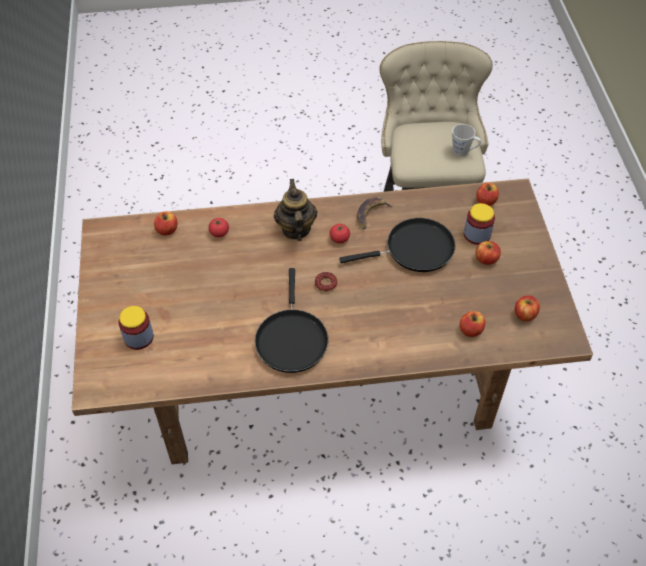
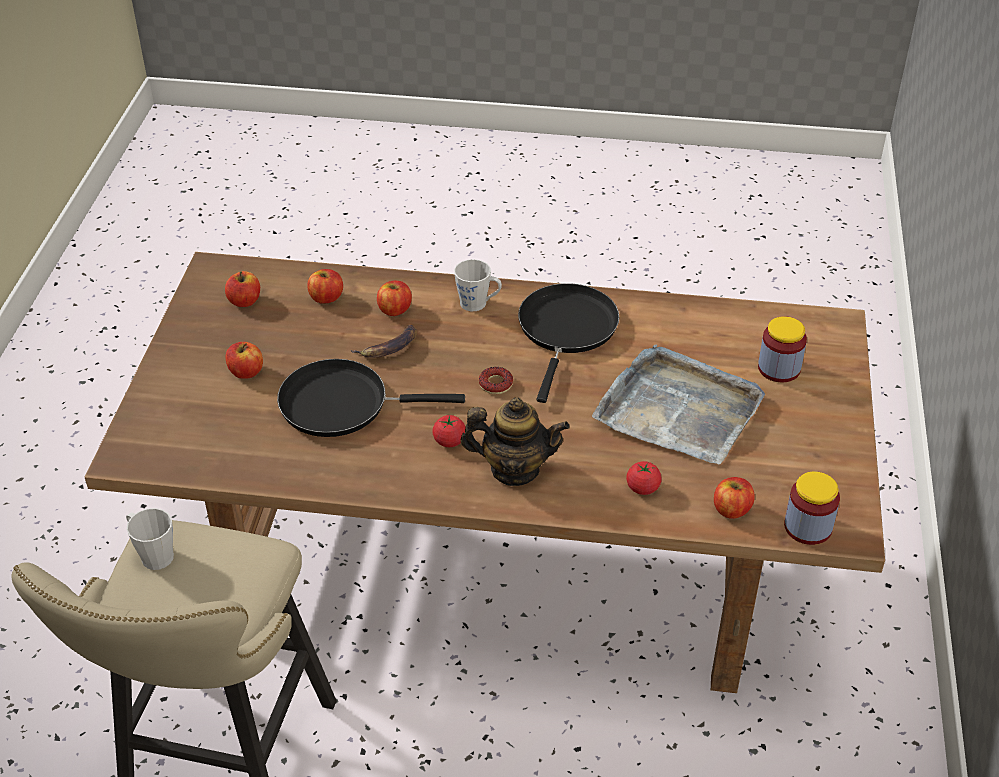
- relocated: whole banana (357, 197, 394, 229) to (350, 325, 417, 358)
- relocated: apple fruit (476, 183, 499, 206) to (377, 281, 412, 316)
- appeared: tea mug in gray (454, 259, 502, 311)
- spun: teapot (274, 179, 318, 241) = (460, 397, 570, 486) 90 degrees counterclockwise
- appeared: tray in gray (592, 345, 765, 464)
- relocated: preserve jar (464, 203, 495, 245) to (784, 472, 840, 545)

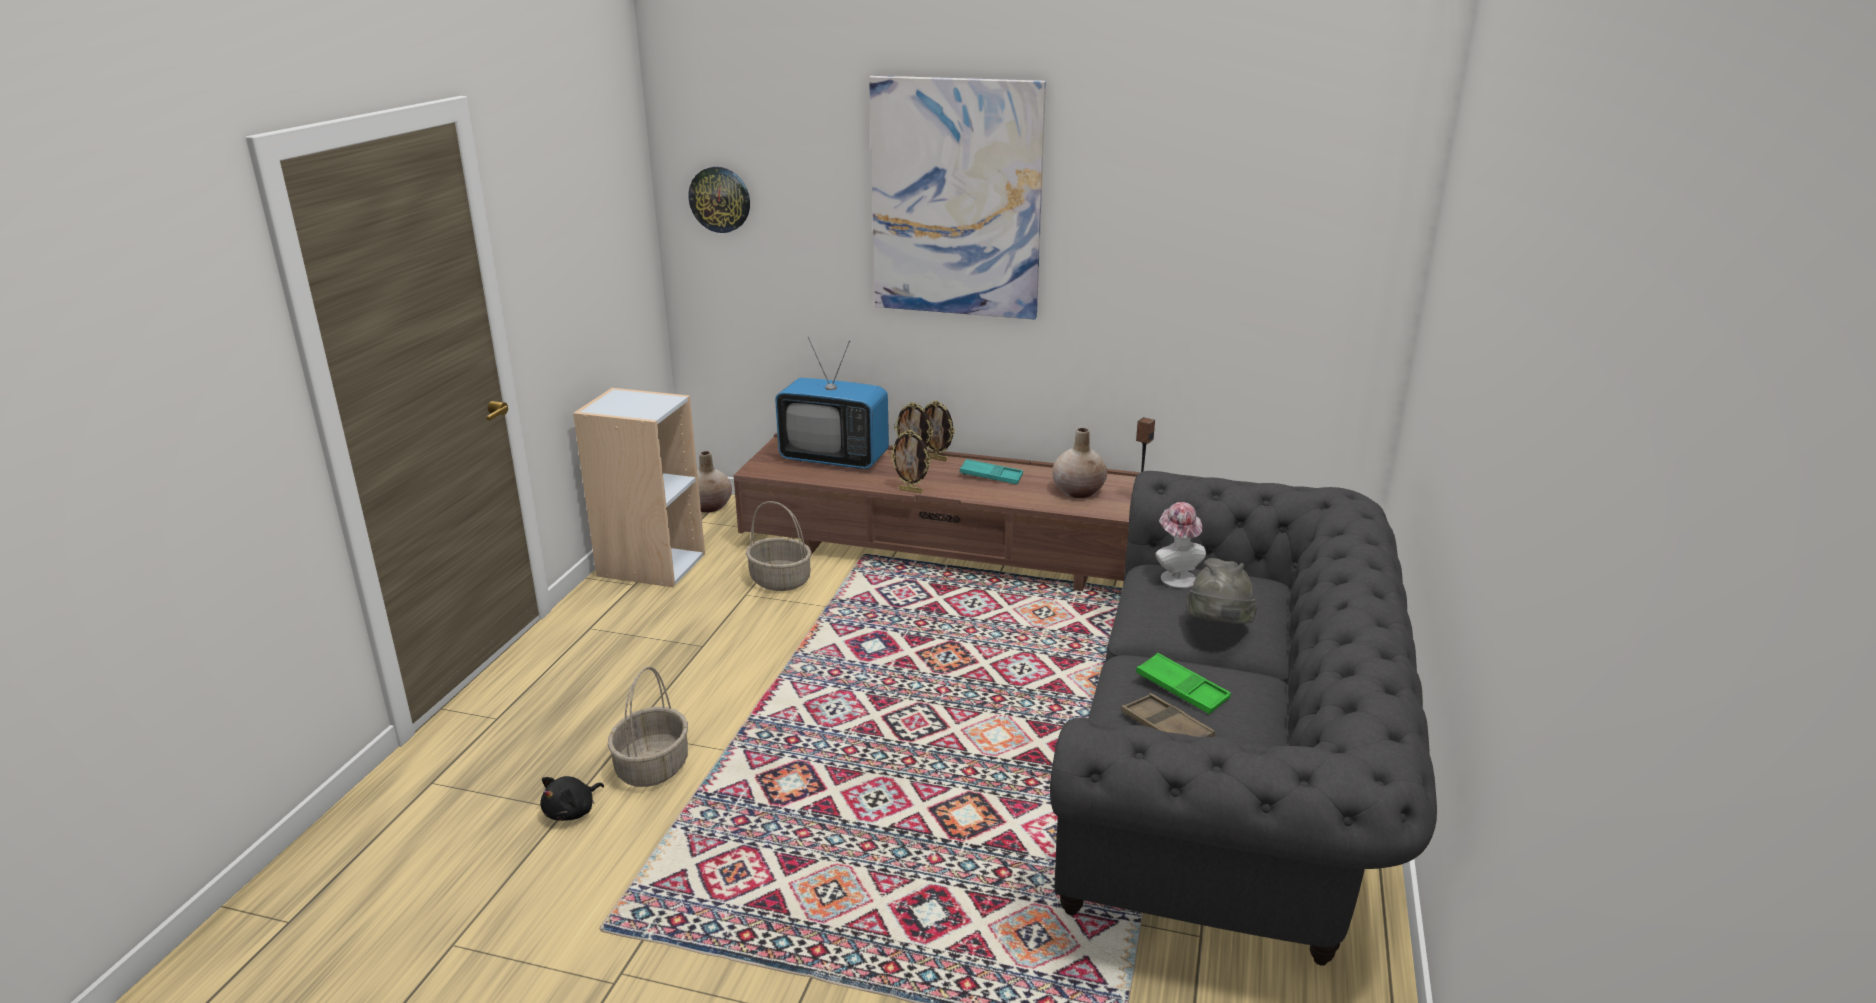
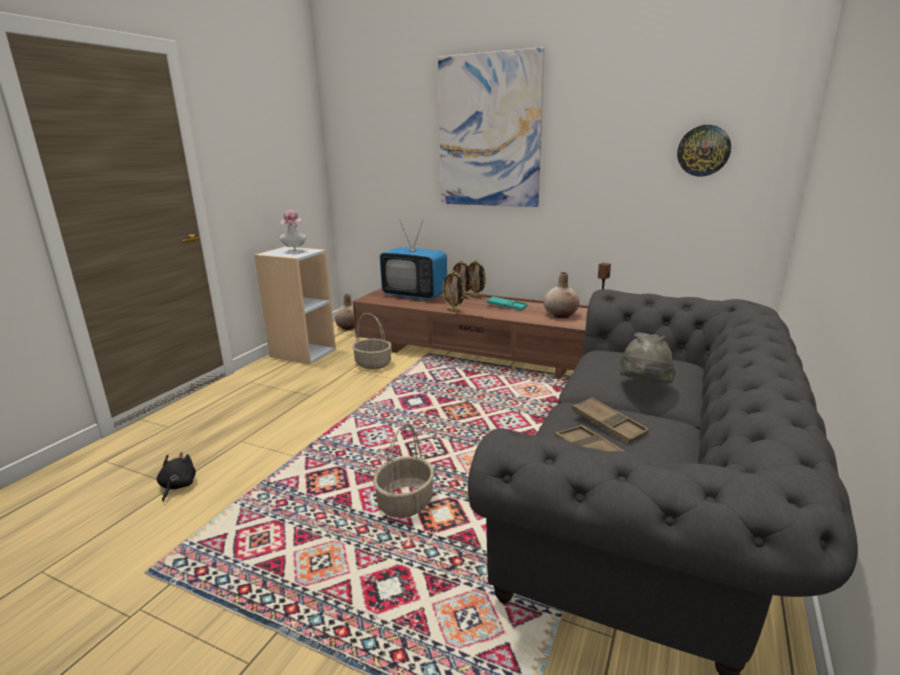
- spun: soft toy in black-coloured (540, 776, 604, 821) = (157, 452, 196, 502) 135 degrees clockwise
- relocated: clothing hat (1155, 502, 1206, 588) to (280, 210, 307, 254)
- relocated: storage basket (608, 666, 688, 787) to (373, 423, 434, 518)
- colour: tray in greenish (1136, 653, 1231, 714) to tray in brown (572, 397, 649, 444)
- relocated: hanging clock (689, 167, 750, 233) to (677, 125, 731, 176)

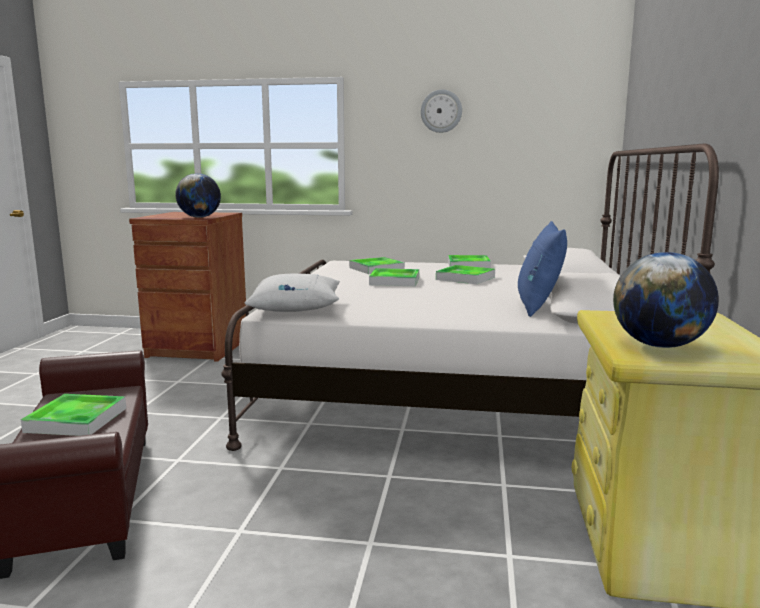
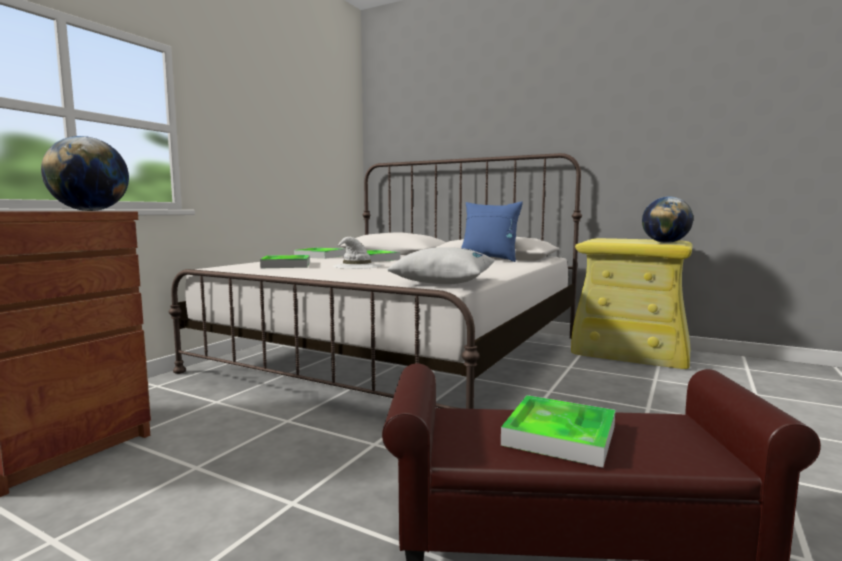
- exchanged: tray (369, 268, 419, 286) to clothing hat in white (333, 237, 381, 269)
- missing: hanging clock (421, 89, 462, 133)

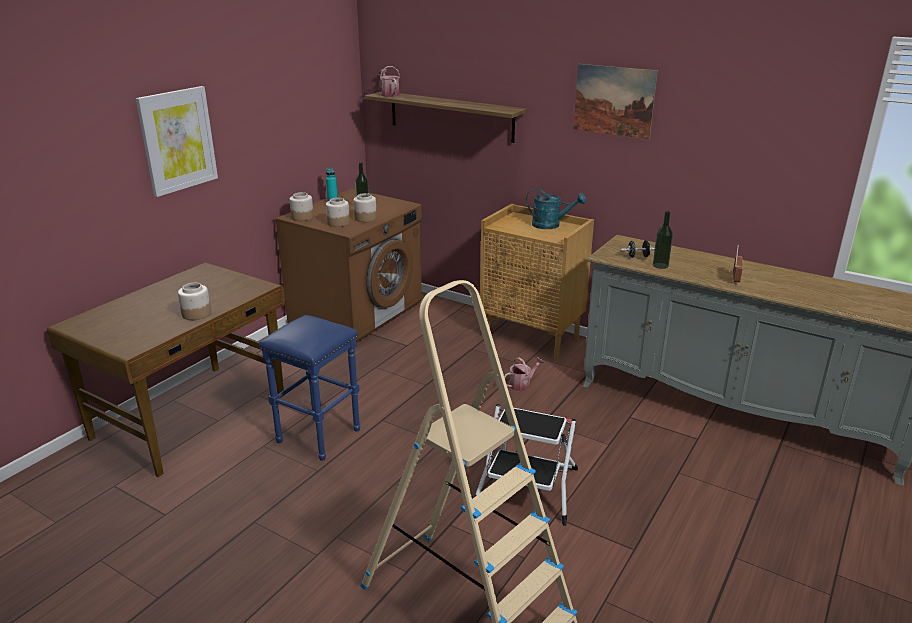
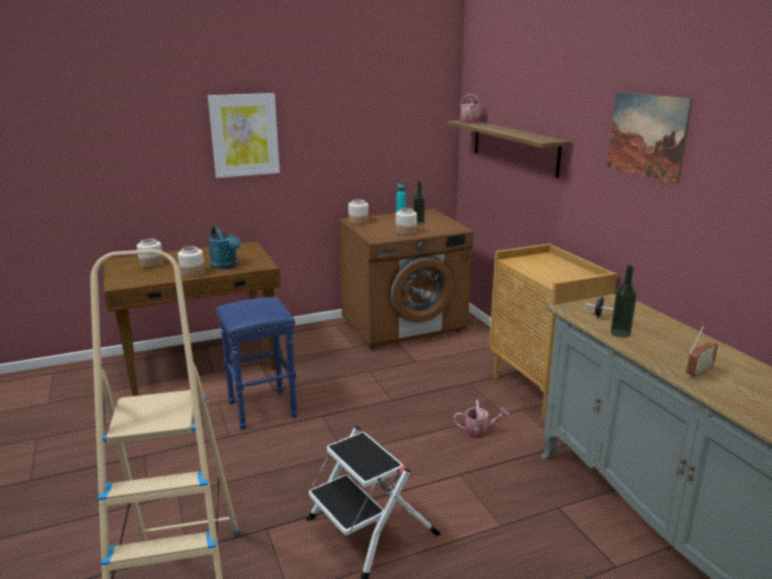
- relocated: preserve jar (326, 198, 350, 227) to (137, 239, 164, 268)
- relocated: watering can in turquoise (526, 188, 586, 229) to (208, 226, 241, 269)

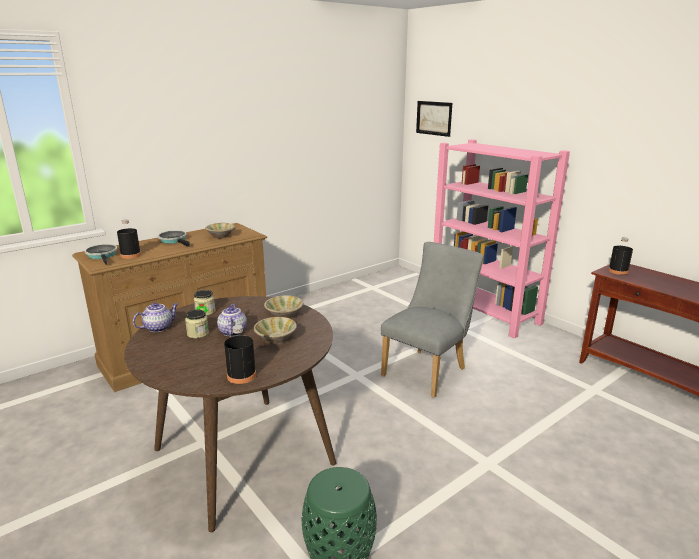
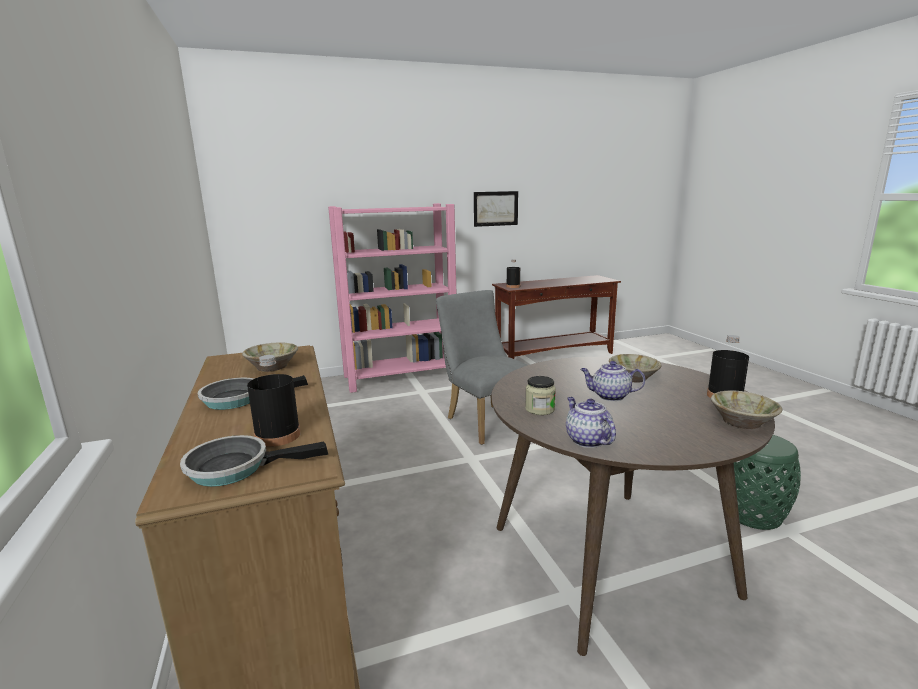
- relocated: wall art (416, 101, 452, 137) to (474, 191, 518, 227)
- relocated: serving bowl in sand-coloured (264, 295, 303, 319) to (711, 391, 782, 429)
- missing: preserve jar (185, 310, 209, 338)

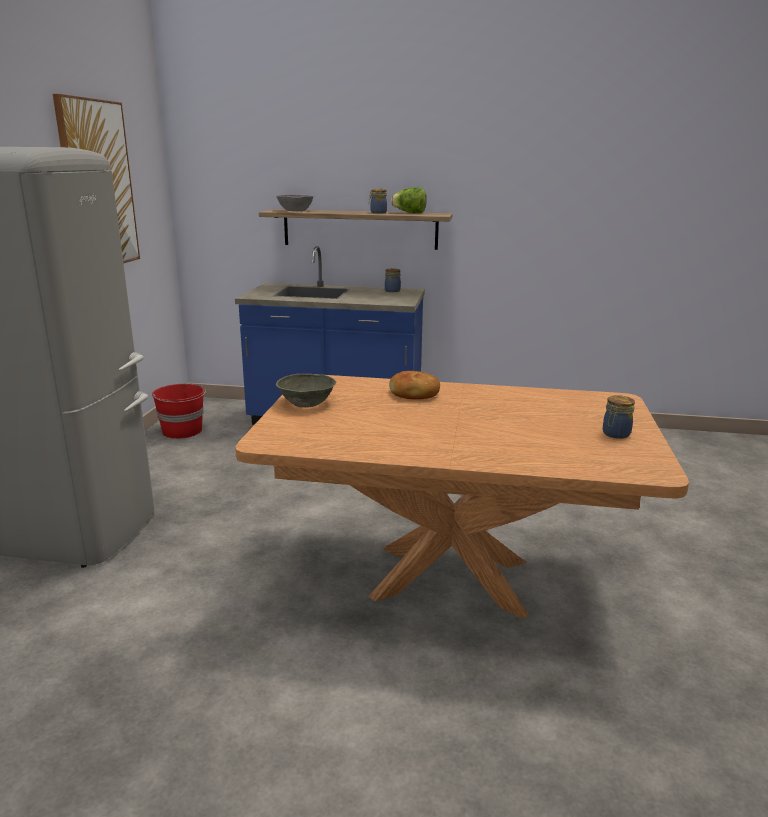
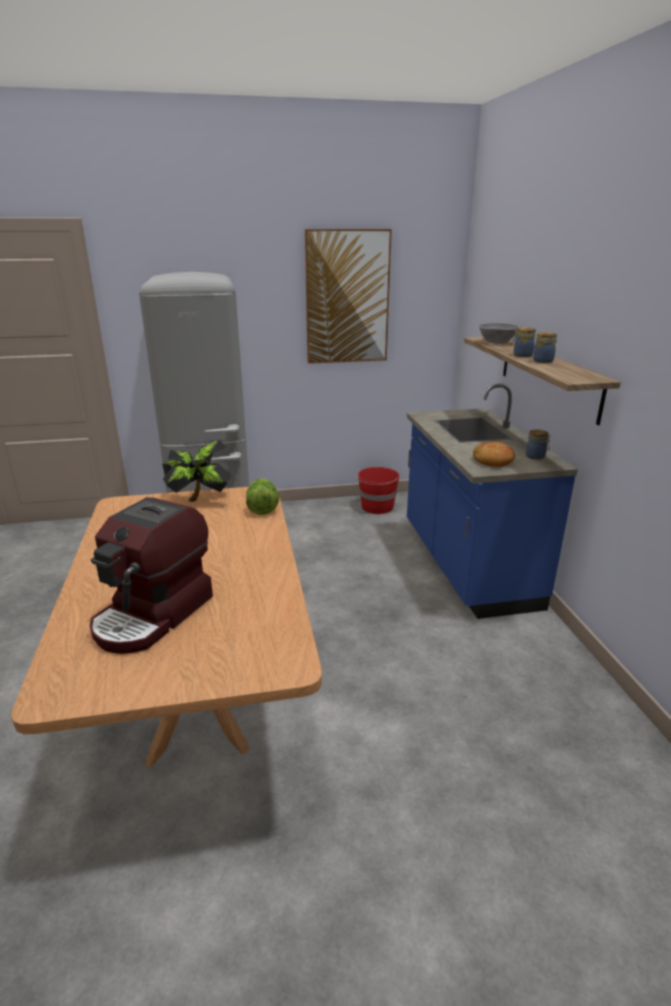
- appeared: coffee maker (90, 497, 213, 654)
- exchanged: serving bowl in gray (276, 374, 336, 408) to potted plant (162, 440, 231, 502)
- relocated: head of lettuce (391, 187, 427, 213) to (246, 479, 279, 515)
- relocated: bakery bread (389, 371, 440, 399) to (473, 442, 515, 467)
- relocated: preserve jar (603, 395, 635, 439) to (512, 327, 536, 357)

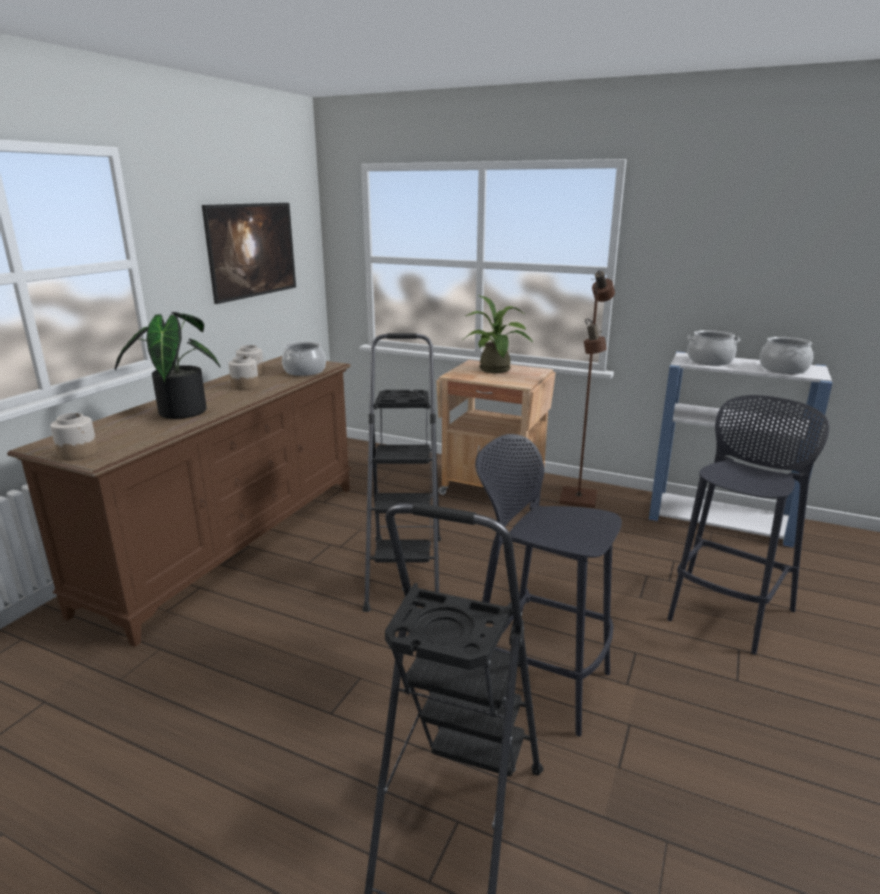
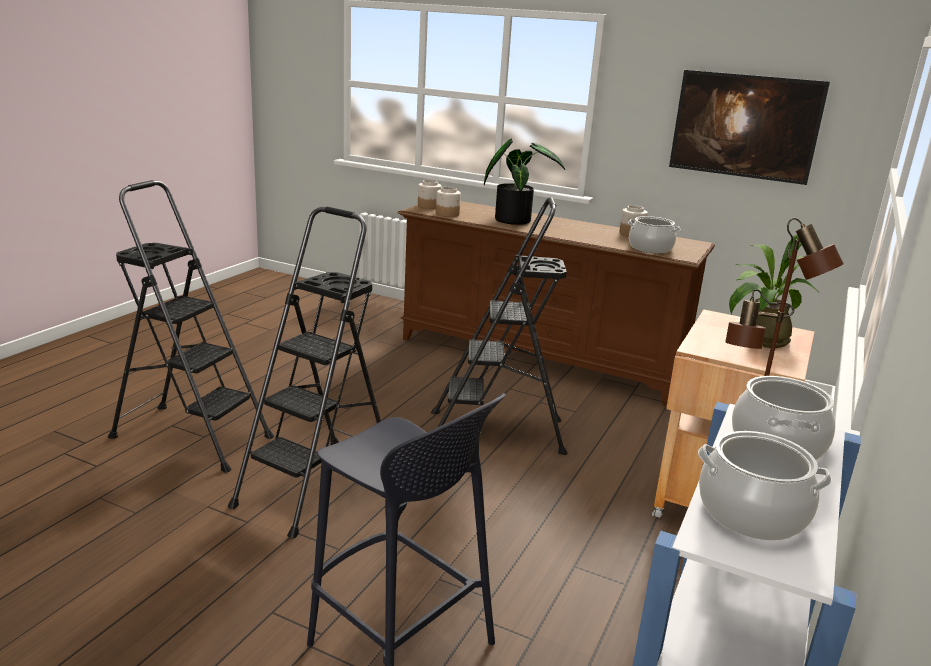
- exchanged: stool in gray (475, 434, 622, 736) to step stool (228, 206, 381, 538)
- relocated: preserve jar (228, 356, 259, 390) to (436, 187, 461, 217)

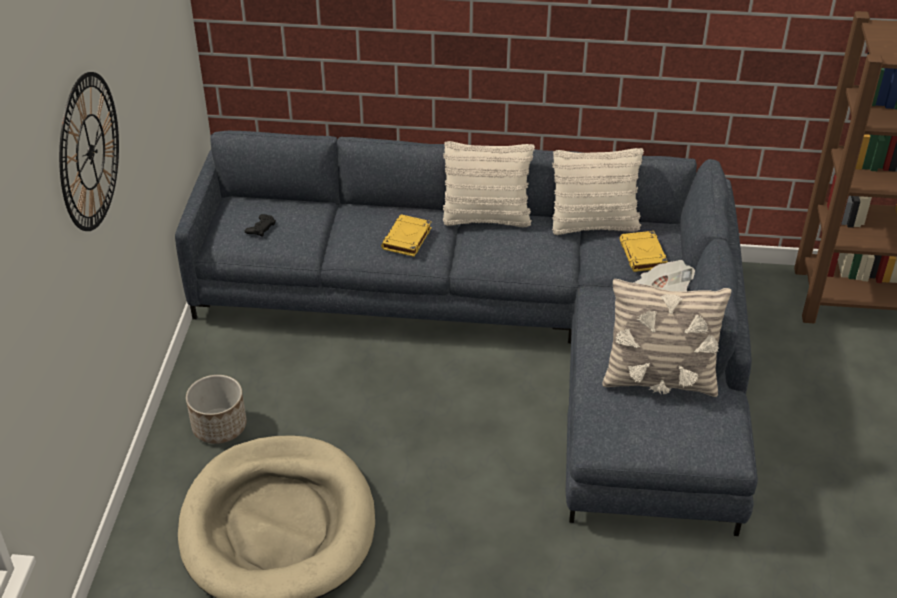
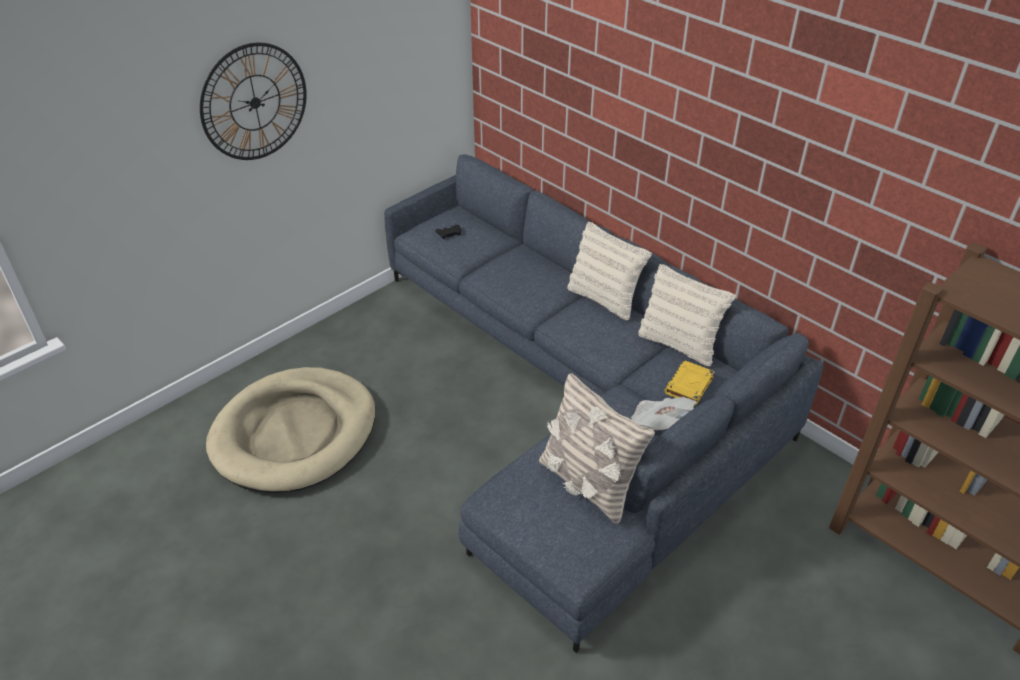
- missing: plant pot (186, 375, 247, 444)
- missing: bound book in yellow-coloured (381, 215, 432, 257)

